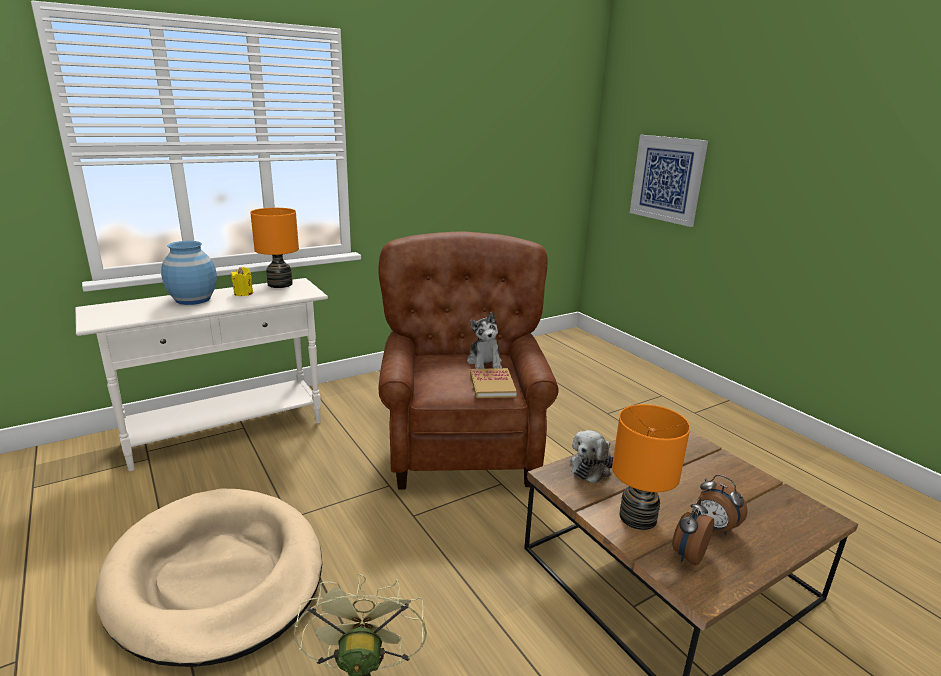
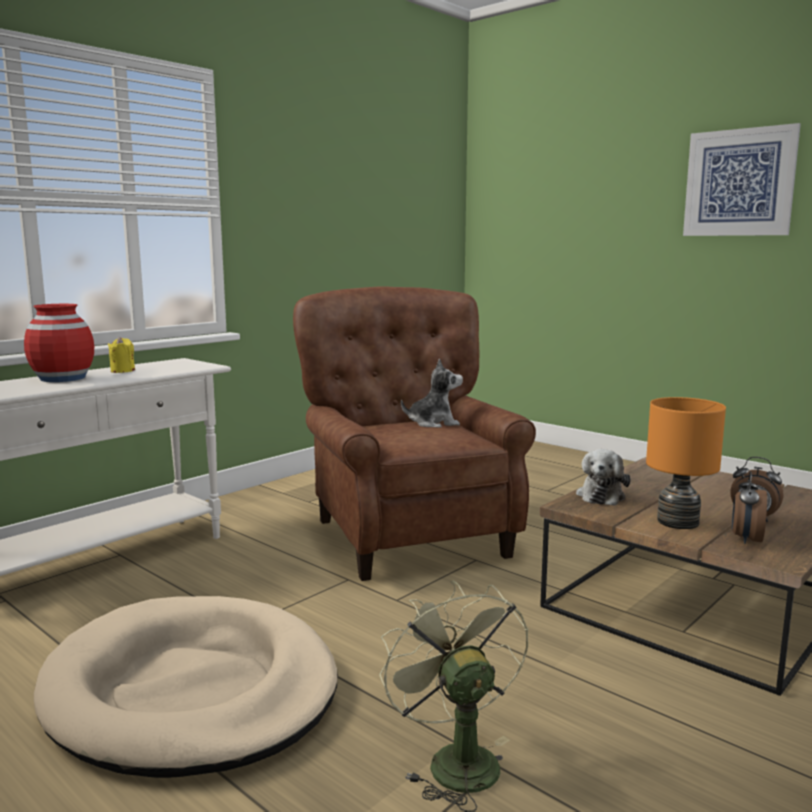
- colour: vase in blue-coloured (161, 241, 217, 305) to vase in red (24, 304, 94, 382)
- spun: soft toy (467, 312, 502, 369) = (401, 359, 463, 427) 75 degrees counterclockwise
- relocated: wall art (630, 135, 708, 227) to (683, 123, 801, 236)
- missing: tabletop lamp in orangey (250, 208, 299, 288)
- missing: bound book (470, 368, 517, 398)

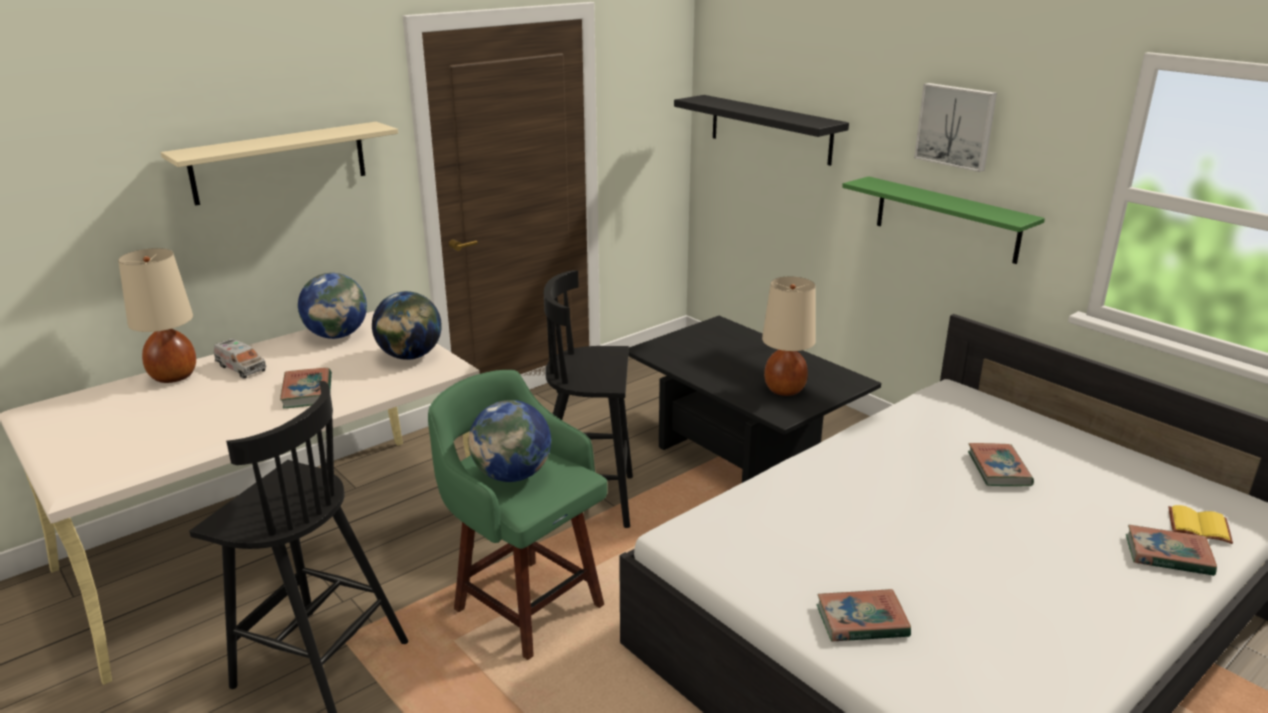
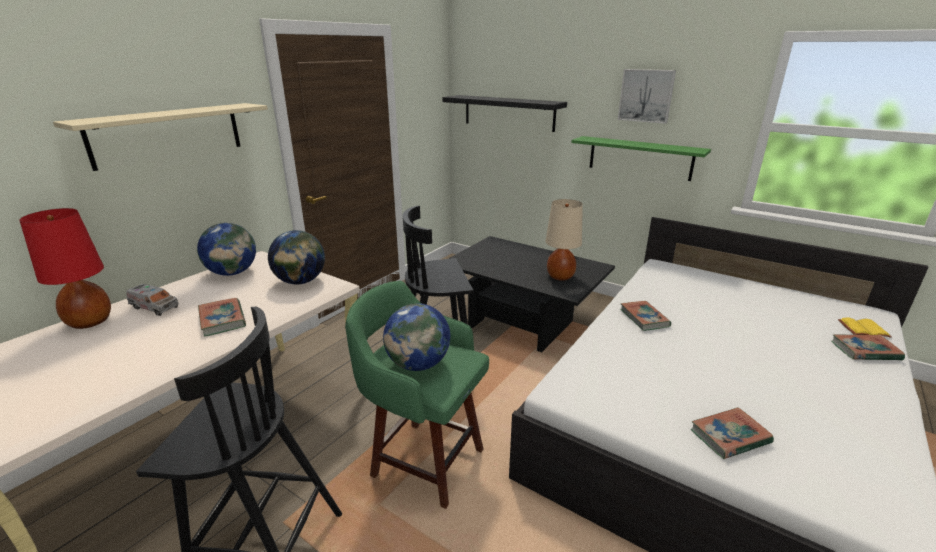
- colour: tabletop lamp in sand-coloured (118, 248, 196, 383) to tabletop lamp in red (19, 208, 111, 329)
- relocated: bound book (968, 443, 1034, 486) to (620, 301, 671, 331)

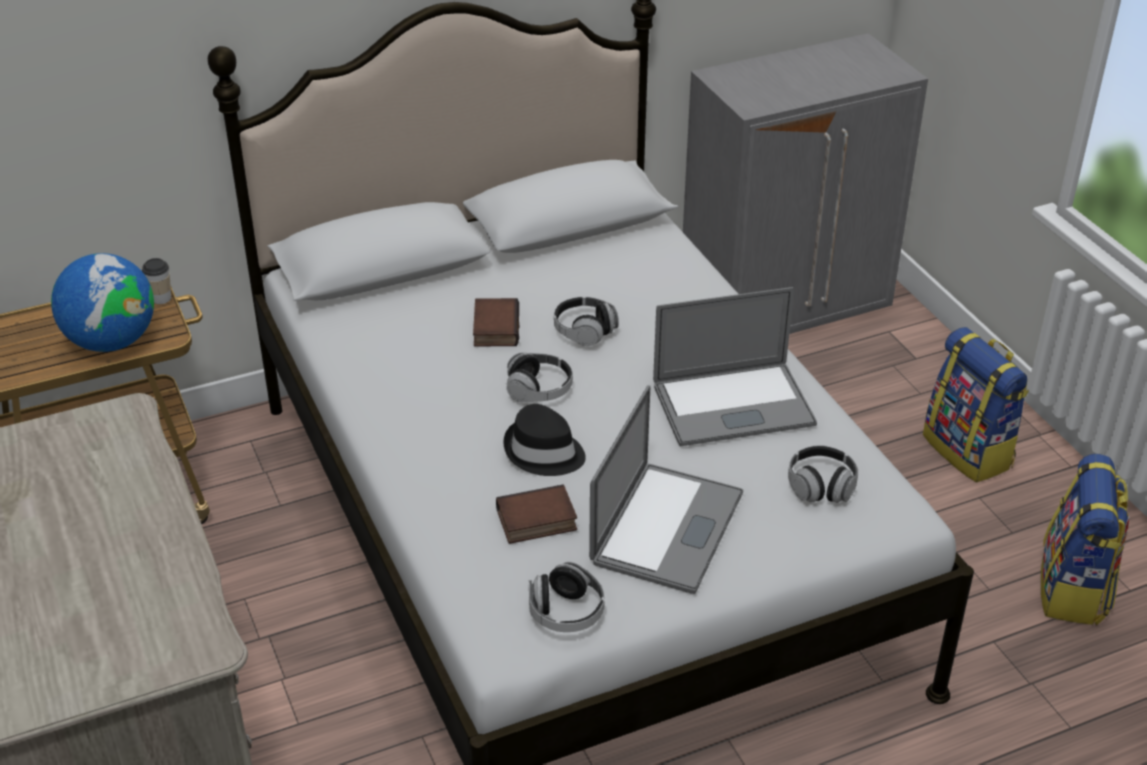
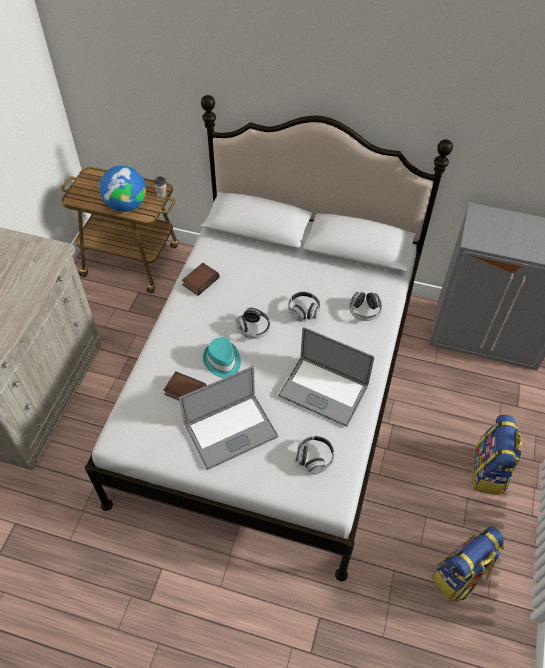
- relocated: bound book (473, 298, 519, 347) to (182, 263, 220, 296)
- colour: clothing hat in black-coloured (503, 404, 586, 476) to clothing hat in turquoise (203, 337, 241, 378)
- relocated: pair of headphones (529, 562, 605, 632) to (349, 292, 382, 321)

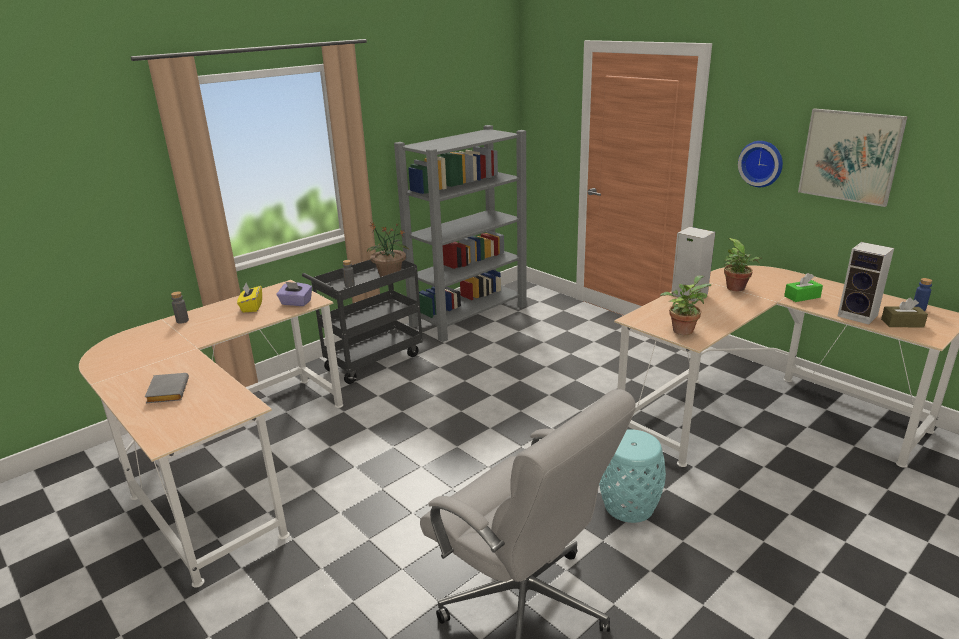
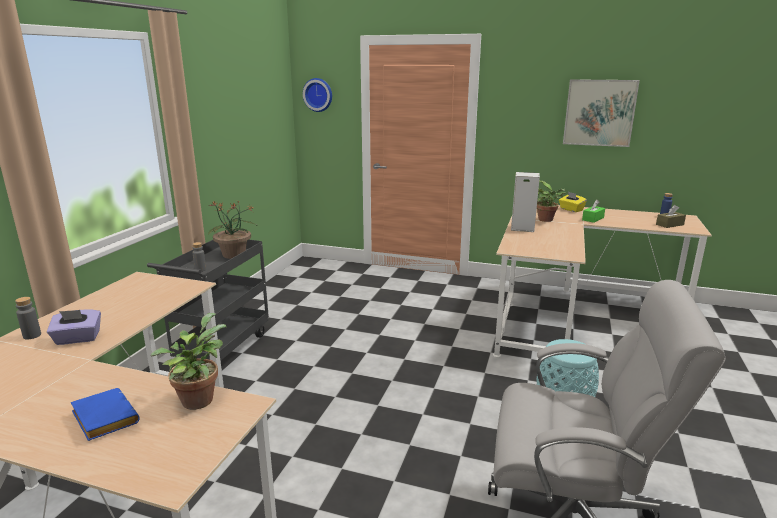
- relocated: tissue holder in purplish (277, 282, 312, 306) to (47, 310, 101, 345)
- colour: bound book in gray (145, 373, 189, 403) to bound book in blue-coloured (71, 388, 139, 441)
- relocated: potted plant (660, 275, 711, 335) to (151, 313, 227, 410)
- relocated: hanging clock (738, 141, 783, 187) to (303, 78, 332, 112)
- relocated: tissue holder in yellow-coloured (237, 283, 262, 313) to (559, 192, 587, 212)
- missing: bookshelf in gray (394, 125, 527, 342)
- missing: speaker (838, 242, 894, 325)

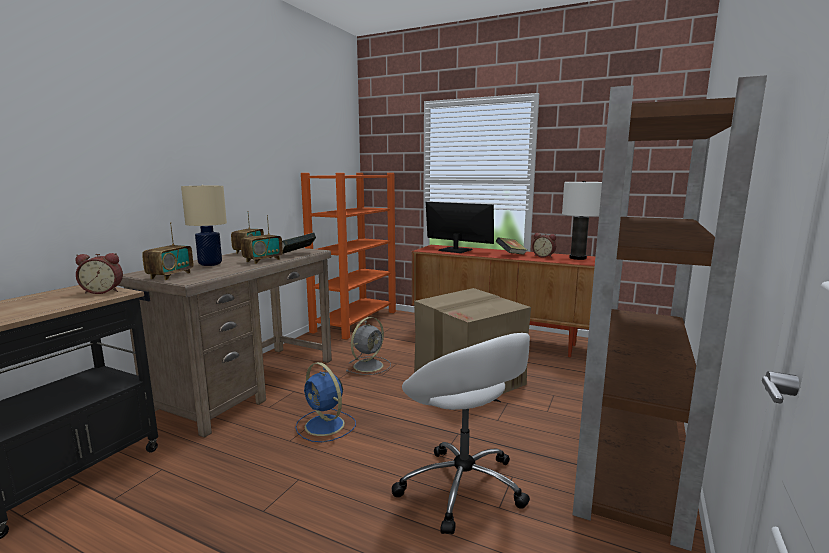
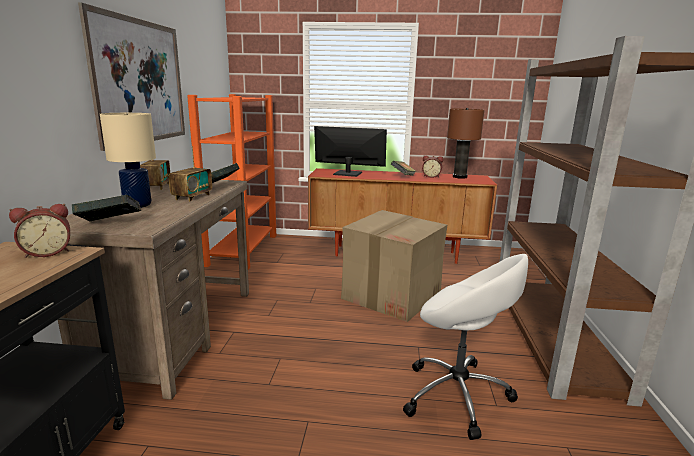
- exchanged: radio receiver (142, 223, 193, 280) to bound book (72, 195, 141, 222)
- appeared: wall art (78, 3, 185, 151)
- colour: tabletop lamp in white (562, 181, 602, 260) to tabletop lamp in brown (447, 108, 484, 179)
- missing: electric fan in blue-coloured (295, 362, 356, 442)
- missing: electric fan in gray (345, 317, 391, 375)

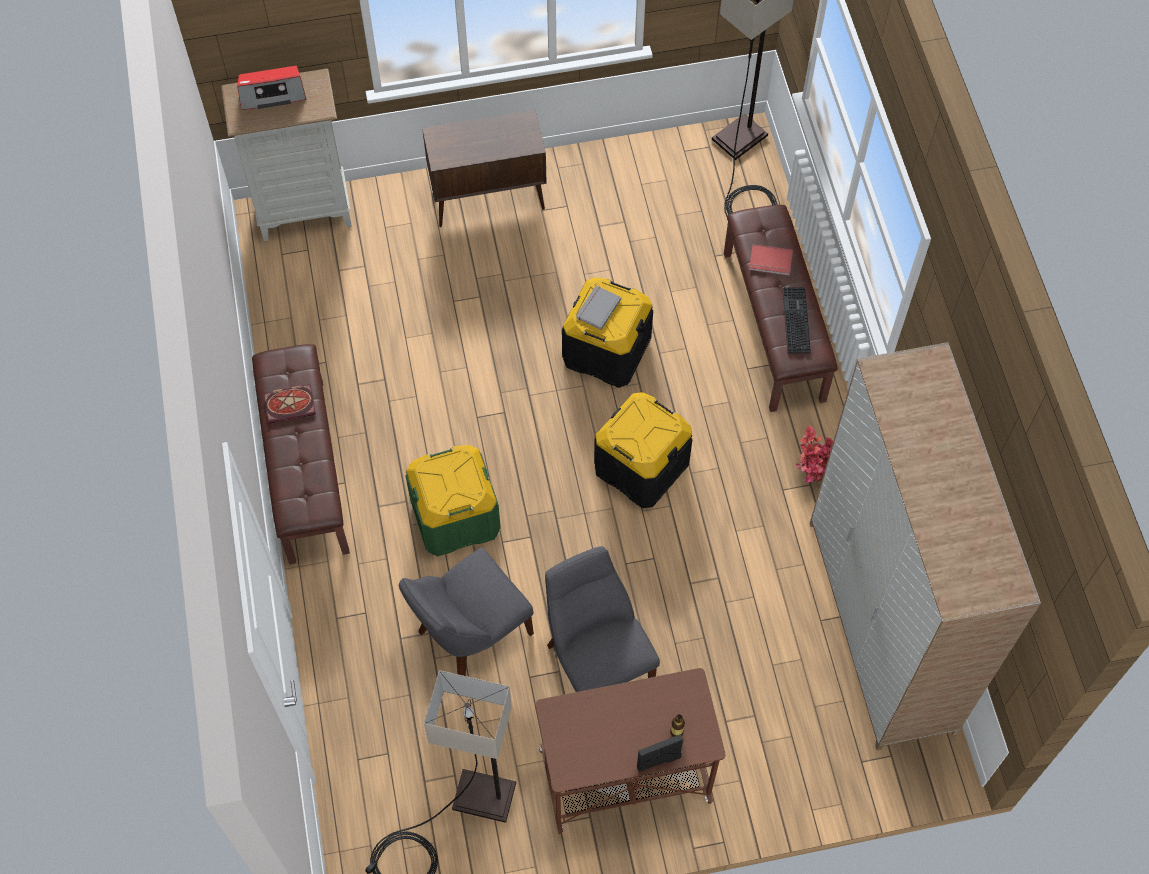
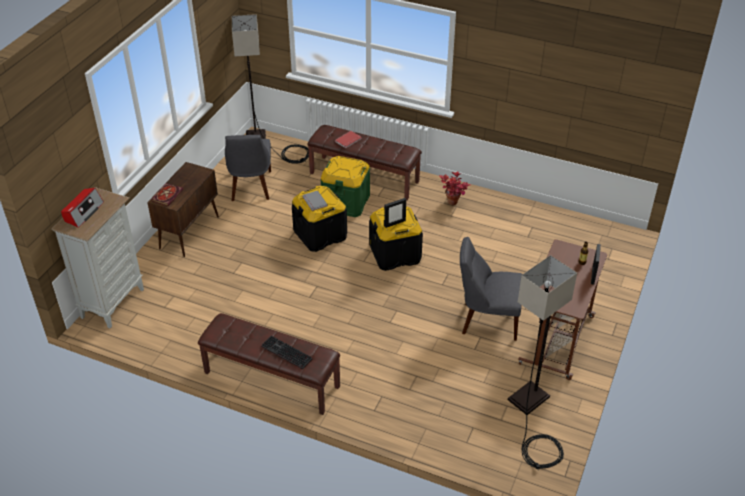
- relocated: bound book (264, 384, 316, 424) to (152, 183, 183, 206)
- relocated: upright chair in gray (399, 548, 534, 676) to (225, 135, 271, 201)
- relocated: PC keyboard (783, 287, 811, 354) to (261, 336, 312, 369)
- relocated: storage container in greenish (405, 445, 501, 557) to (321, 156, 370, 217)
- appeared: picture frame (384, 198, 406, 228)
- missing: armoire in white (810, 342, 1041, 750)

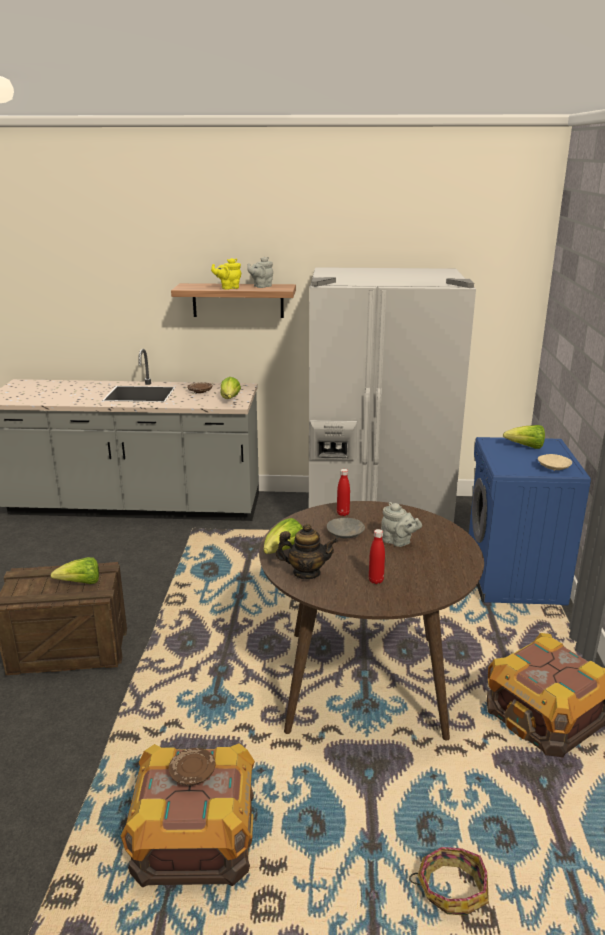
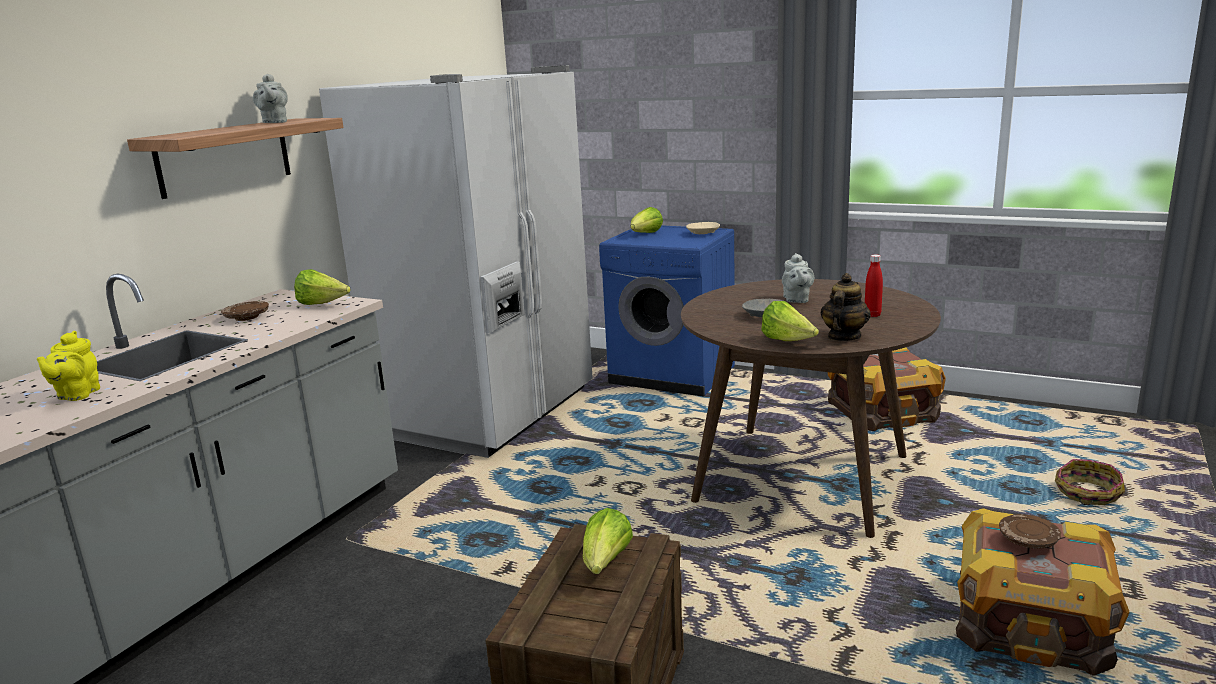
- relocated: teapot in yellow-coloured (211, 258, 241, 290) to (37, 331, 100, 401)
- spun: teapot in gray (381, 502, 422, 547) = (782, 253, 814, 303) 120 degrees clockwise
- missing: beverage bottle in red (337, 469, 350, 516)

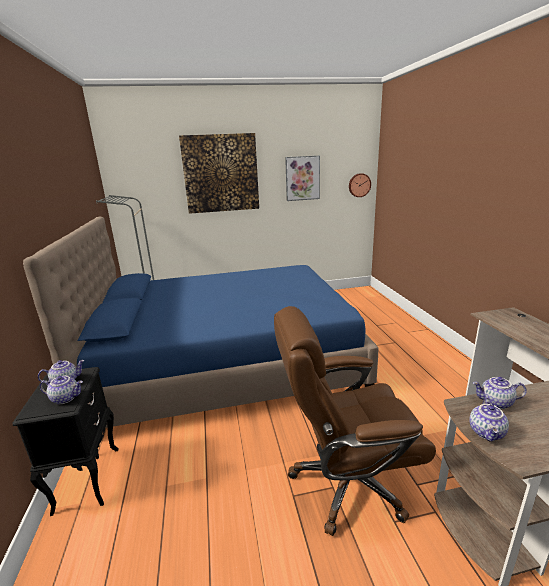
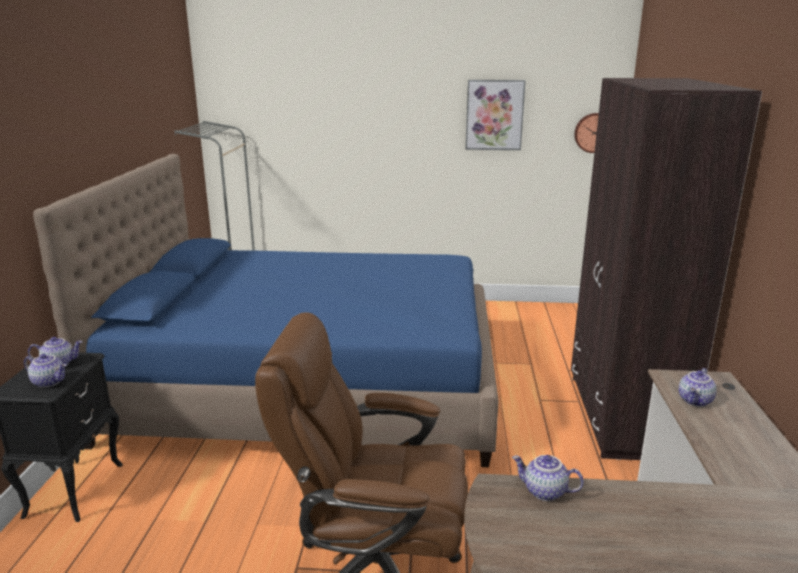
- appeared: armoire in brown (571, 78, 762, 460)
- relocated: teapot (469, 397, 509, 441) to (679, 368, 717, 407)
- missing: wall art (179, 133, 259, 214)

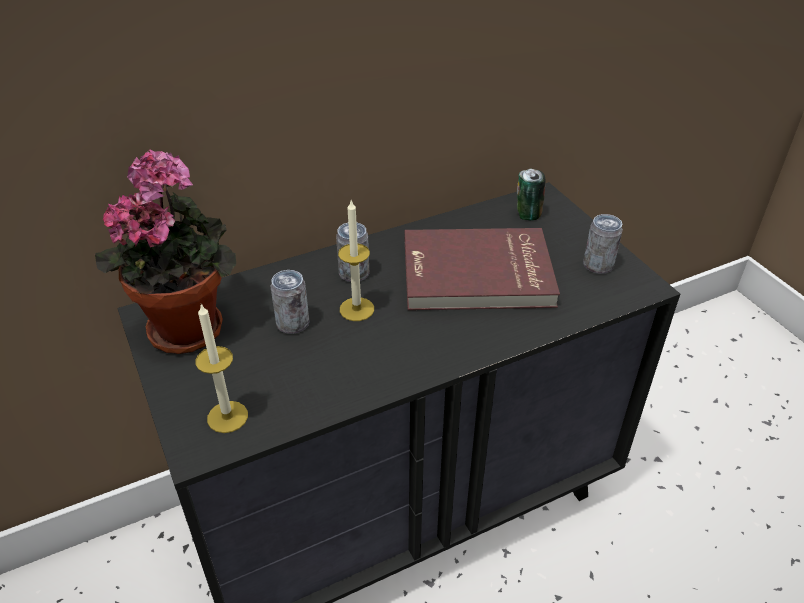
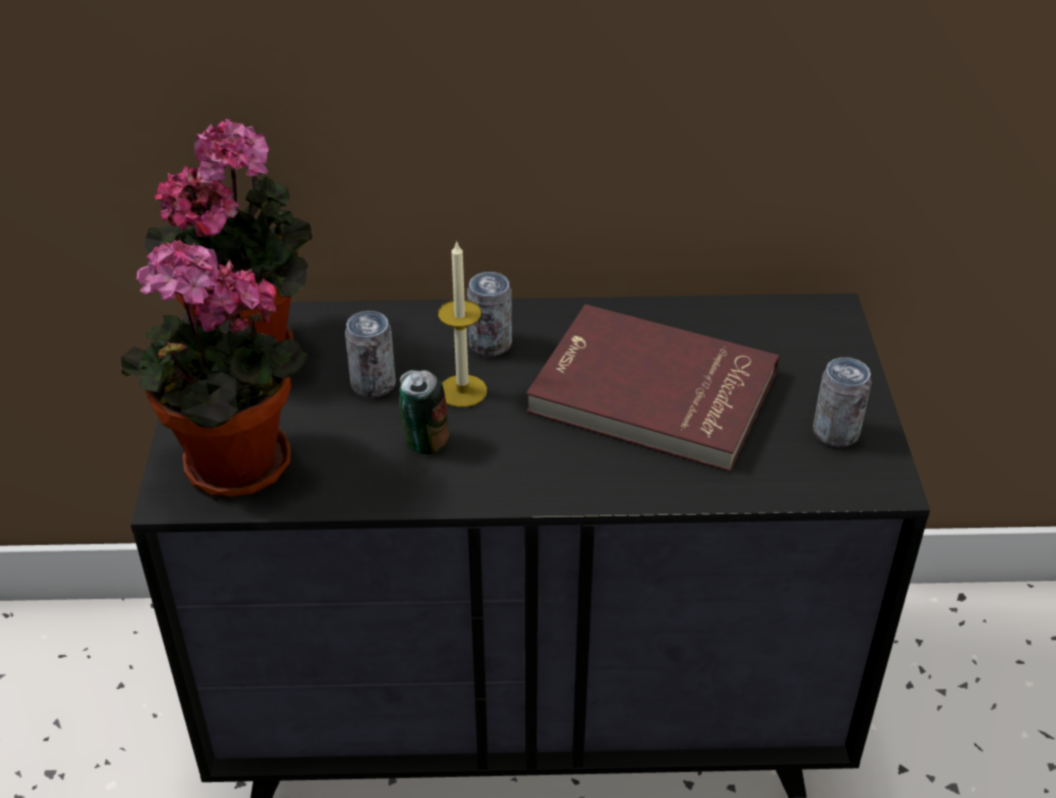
- exchanged: candle (195, 304, 248, 433) to potted plant (120, 240, 310, 498)
- relocated: can (517, 168, 545, 220) to (399, 370, 450, 454)

